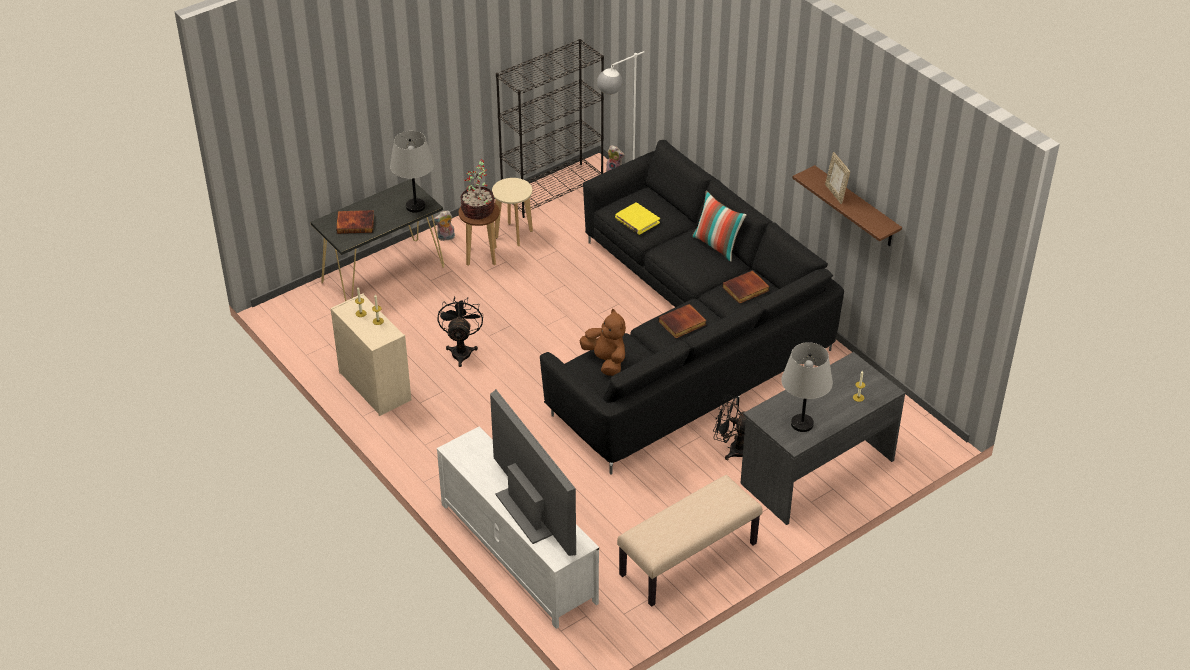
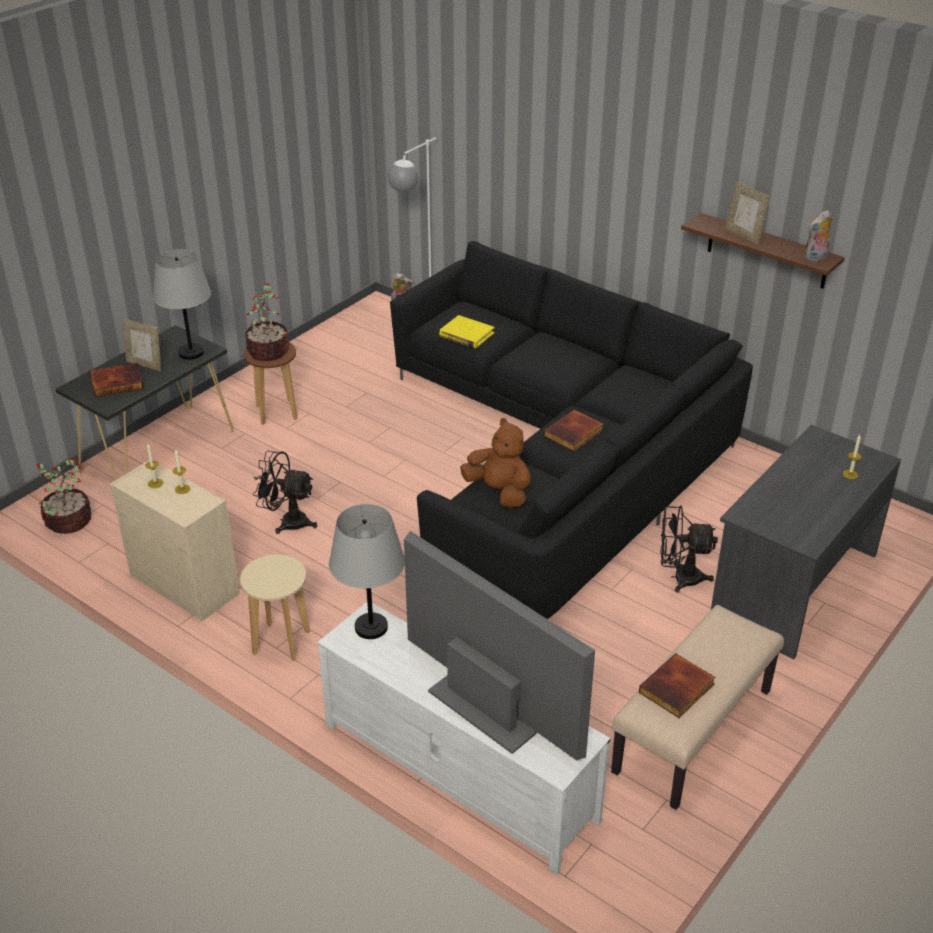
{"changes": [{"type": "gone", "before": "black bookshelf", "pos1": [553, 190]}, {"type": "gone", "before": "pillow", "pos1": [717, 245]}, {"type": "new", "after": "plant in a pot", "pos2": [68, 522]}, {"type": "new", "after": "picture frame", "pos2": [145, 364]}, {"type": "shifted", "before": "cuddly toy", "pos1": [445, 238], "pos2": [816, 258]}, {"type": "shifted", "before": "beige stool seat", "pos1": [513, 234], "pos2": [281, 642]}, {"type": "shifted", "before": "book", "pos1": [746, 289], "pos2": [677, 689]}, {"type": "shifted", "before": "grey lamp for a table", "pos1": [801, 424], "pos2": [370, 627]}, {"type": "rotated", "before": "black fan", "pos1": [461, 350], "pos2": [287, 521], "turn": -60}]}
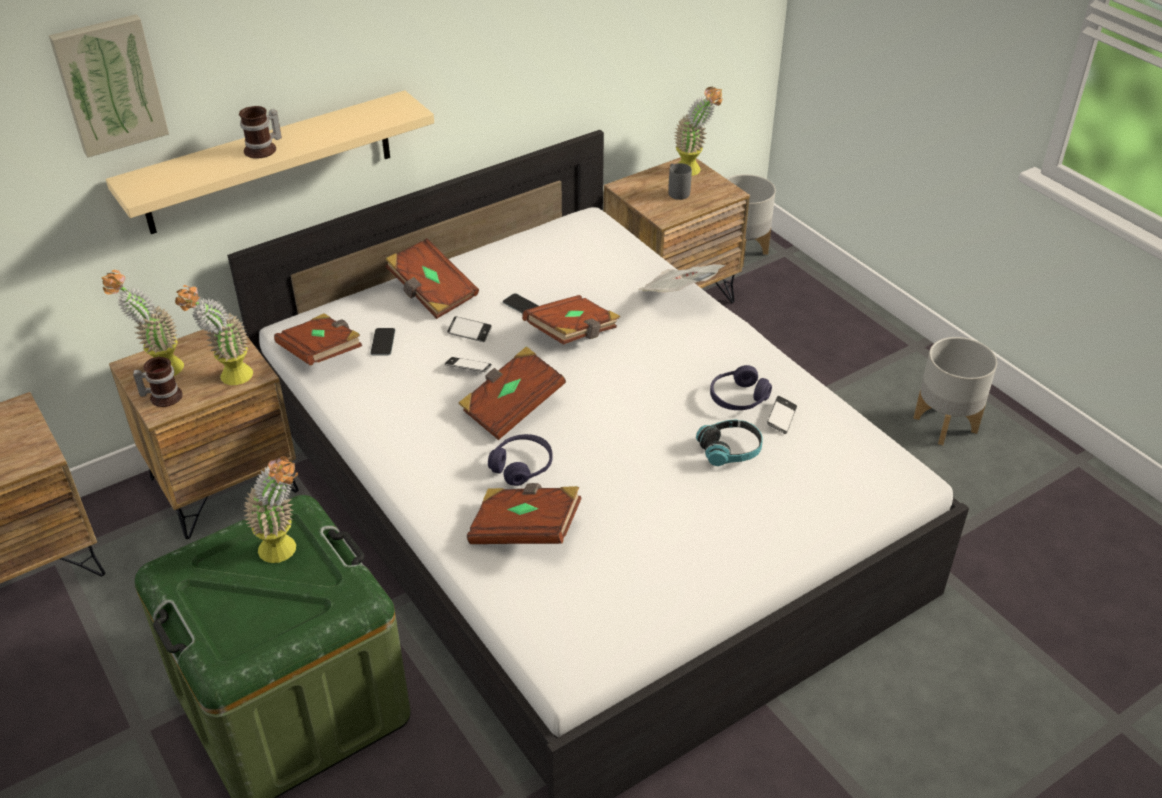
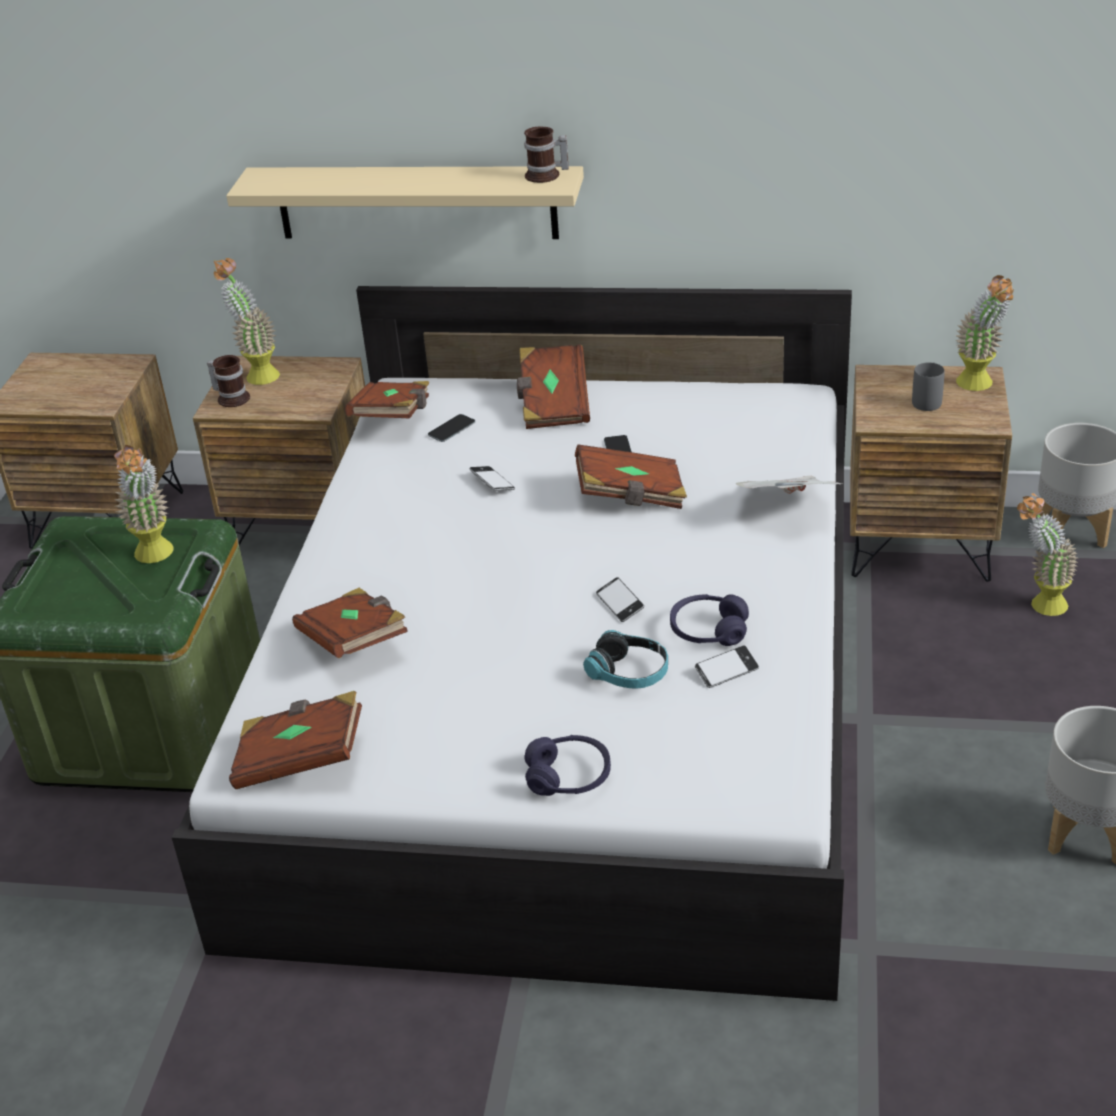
{"changes": [{"type": "gone", "before": "wall picture", "pos1": [109, 84]}, {"type": "shifted", "before": "plant in a pot", "pos1": [228, 378], "pos2": [1039, 605]}, {"type": "shifted", "before": "mug", "pos1": [264, 149], "pos2": [546, 176]}, {"type": "shifted", "before": "phone", "pos1": [469, 332], "pos2": [620, 604]}, {"type": "shifted", "before": "brownish book", "pos1": [512, 407], "pos2": [300, 759]}, {"type": "shifted", "before": "purple-coloured pair of headphones", "pos1": [522, 466], "pos2": [568, 777]}]}
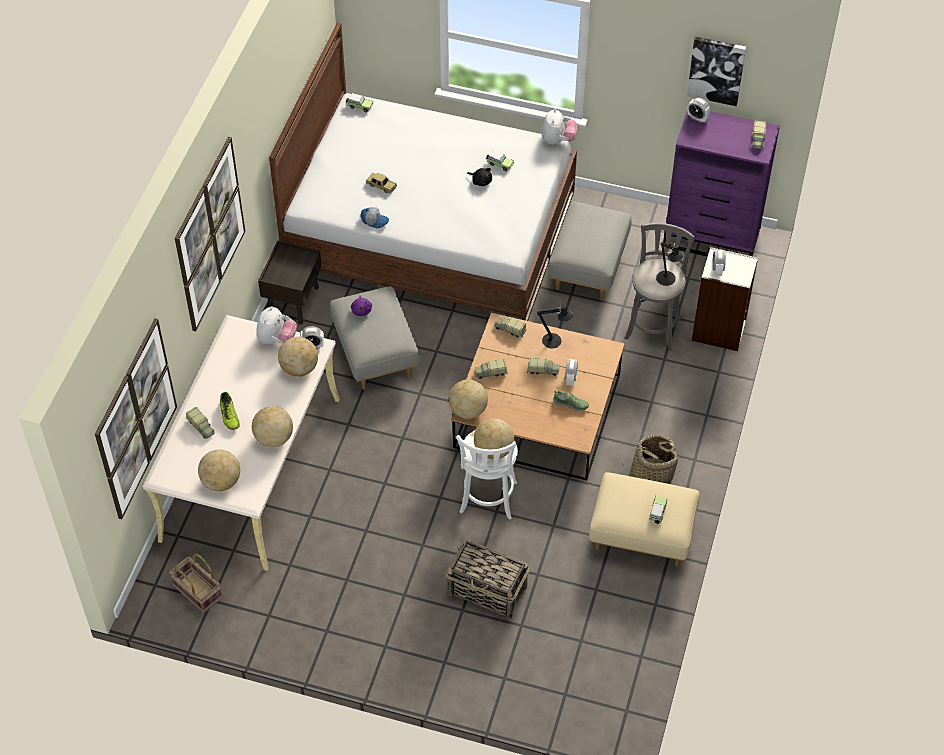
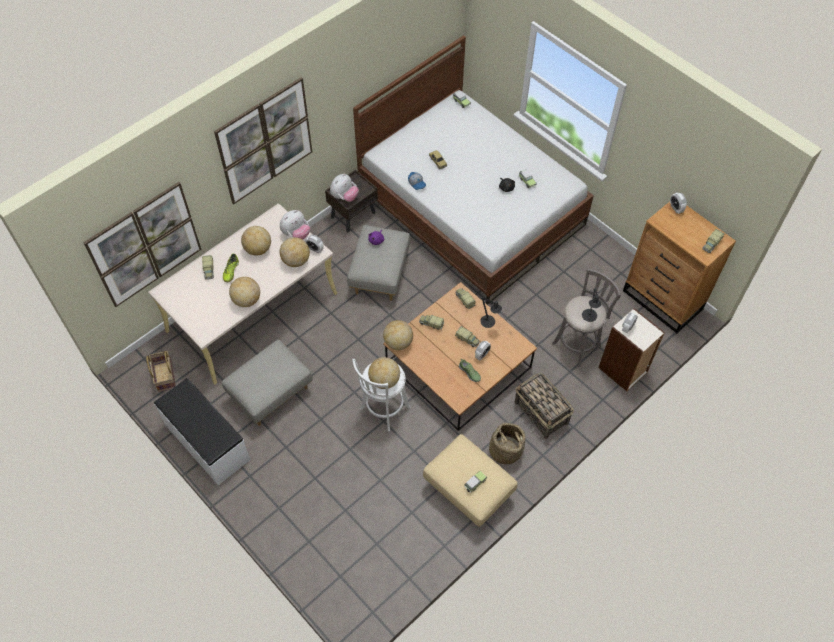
{"changes": [{"type": "gone", "before": "wall picture", "pos1": [716, 70]}, {"type": "new", "after": "whitish long seat", "pos2": [206, 442]}, {"type": "shifted", "before": "globe", "pos1": [221, 482], "pos2": [258, 249]}, {"type": "shifted", "before": "basket", "pos1": [488, 591], "pos2": [541, 413]}, {"type": "shifted", "before": "cuddly toy", "pos1": [557, 140], "pos2": [344, 197]}, {"type": "shifted", "before": "grey ottoman", "pos1": [587, 267], "pos2": [271, 393]}, {"type": "repainted", "before": "purple-coloured dresser", "after": "brownish dresser", "pos1": [712, 237], "pos2": [663, 300]}]}
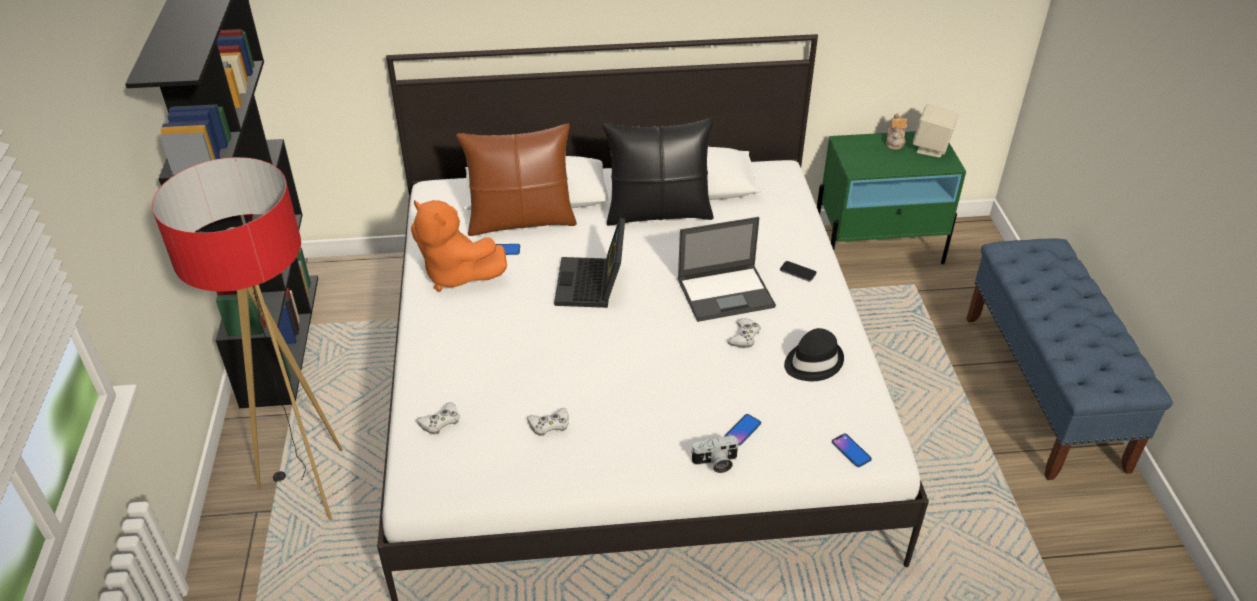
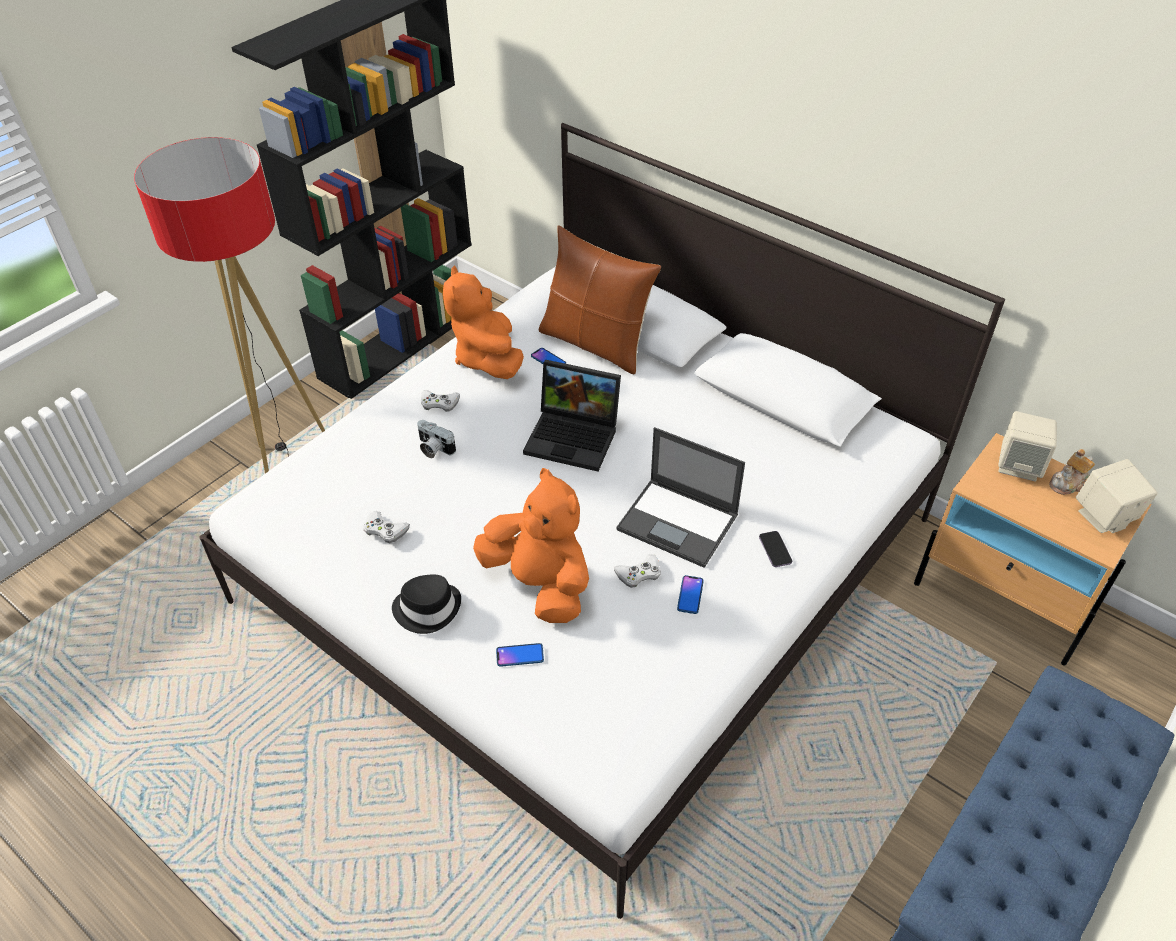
{"changes": [{"type": "gone", "before": "black pillow", "pos1": [658, 213]}, {"type": "new", "after": "orange-coloured cuddly toy", "pos2": [540, 584]}, {"type": "new", "after": "beige loudspeaker", "pos2": [1019, 466]}, {"type": "shifted", "before": "whitish joypad", "pos1": [440, 421], "pos2": [439, 403]}, {"type": "shifted", "before": "photo camera", "pos1": [715, 463], "pos2": [433, 448]}, {"type": "shifted", "before": "black hat", "pos1": [812, 362], "pos2": [427, 608]}, {"type": "shifted", "before": "phone", "pos1": [851, 451], "pos2": [690, 595]}, {"type": "repainted", "before": "green-coloured nightstand", "after": "beige nightstand", "pos1": [878, 248], "pos2": [1004, 598]}, {"type": "rotated", "before": "portable computer", "pos1": [592, 285], "pos2": [575, 436], "turn": -120}]}
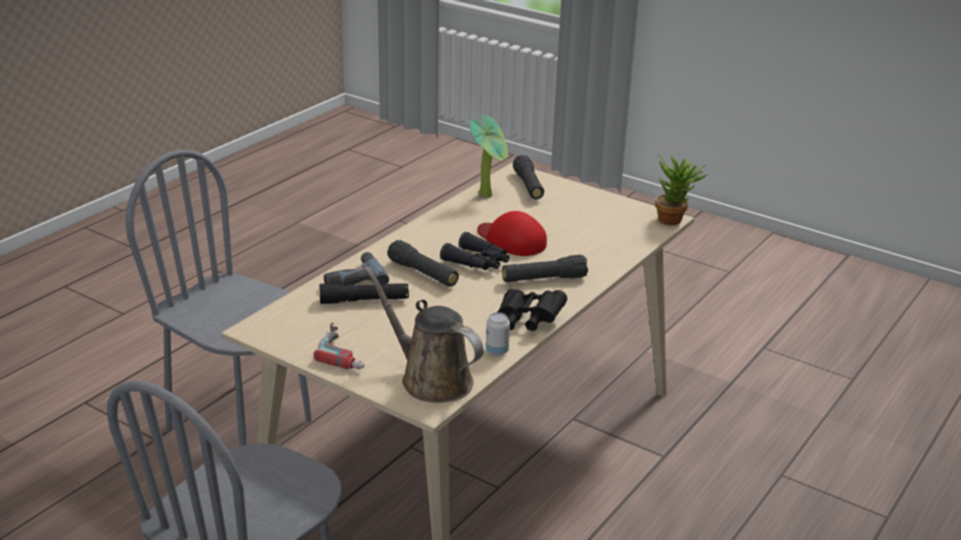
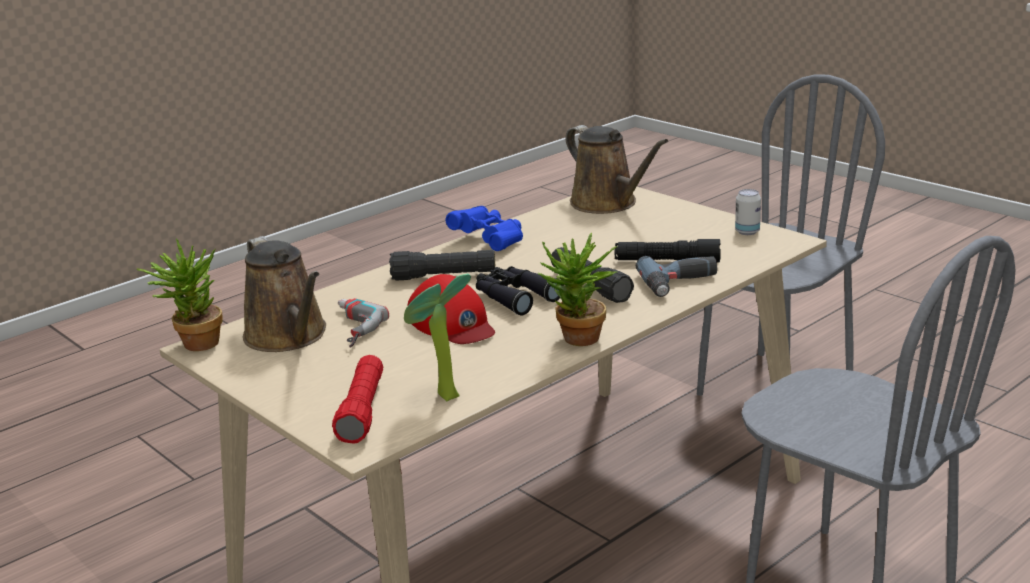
{"changes": [{"type": "new", "after": "brownish watering can", "pos2": [289, 336]}, {"type": "new", "after": "plant in a pot", "pos2": [578, 341]}, {"type": "shifted", "before": "power drill", "pos1": [346, 351], "pos2": [347, 329]}, {"type": "shifted", "before": "can", "pos1": [497, 351], "pos2": [747, 232]}, {"type": "repainted", "before": "black binoculars", "after": "blue-coloured binoculars", "pos1": [527, 321], "pos2": [490, 240]}, {"type": "repainted", "before": "black hand torch", "after": "red hand torch", "pos1": [528, 186], "pos2": [362, 411]}]}
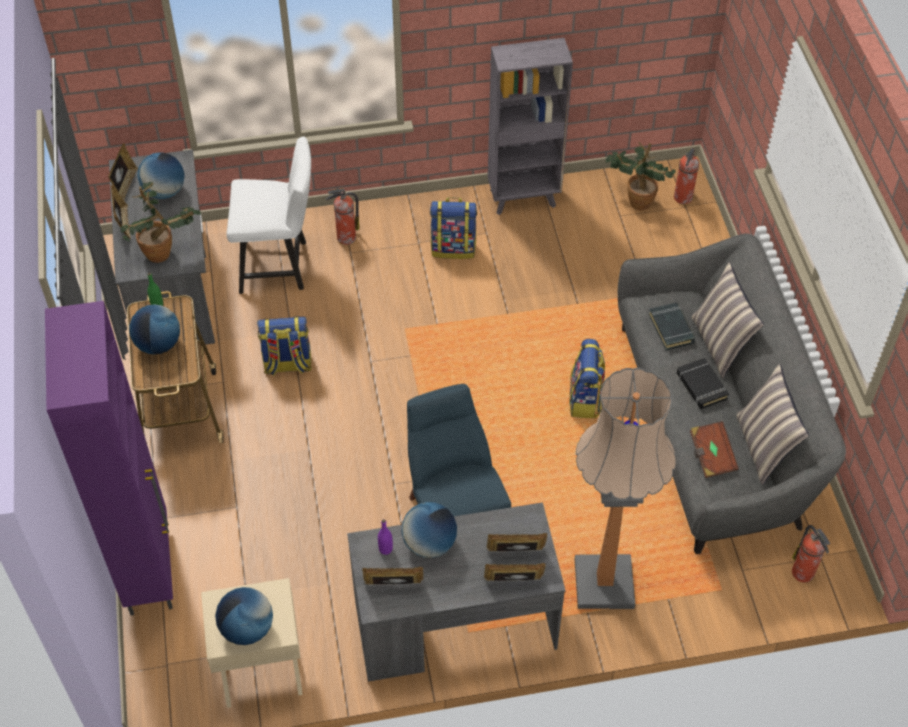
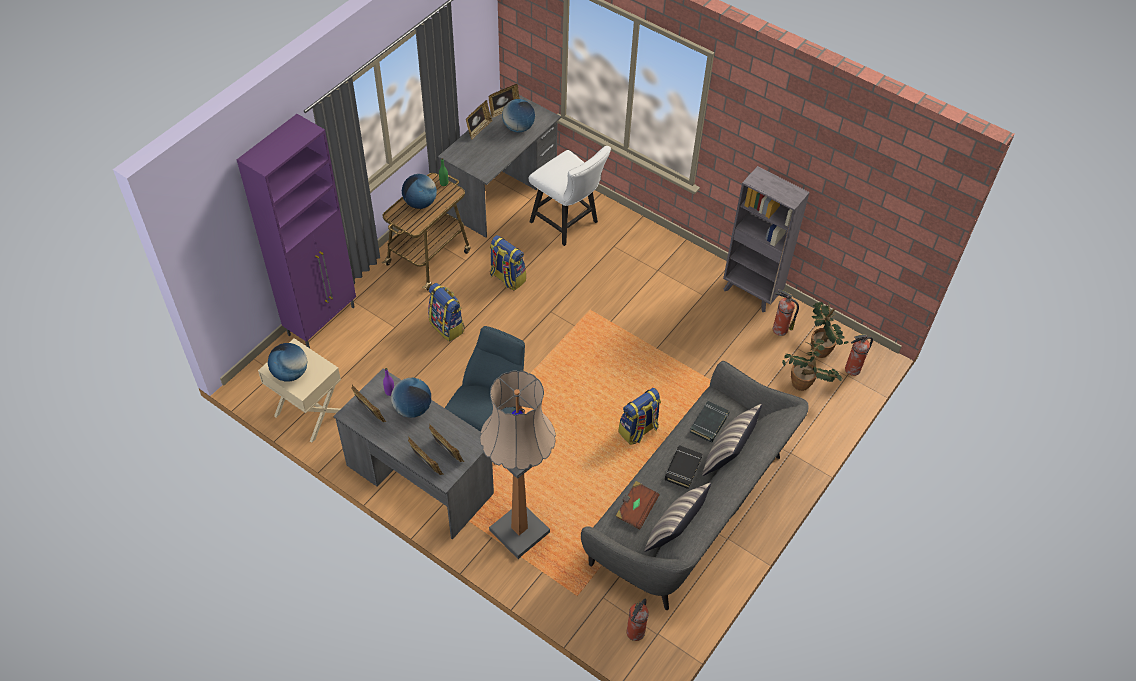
{"changes": [{"type": "shifted", "before": "plant in a pot", "pos1": [164, 253], "pos2": [804, 386]}, {"type": "shifted", "before": "fire extinguisher", "pos1": [345, 238], "pos2": [779, 329]}, {"type": "shifted", "before": "knapsack", "pos1": [454, 248], "pos2": [447, 326]}]}
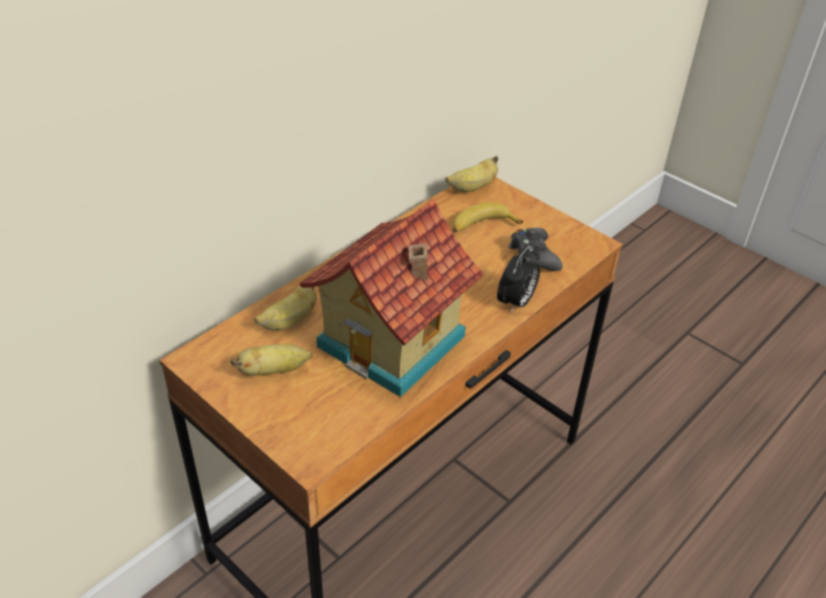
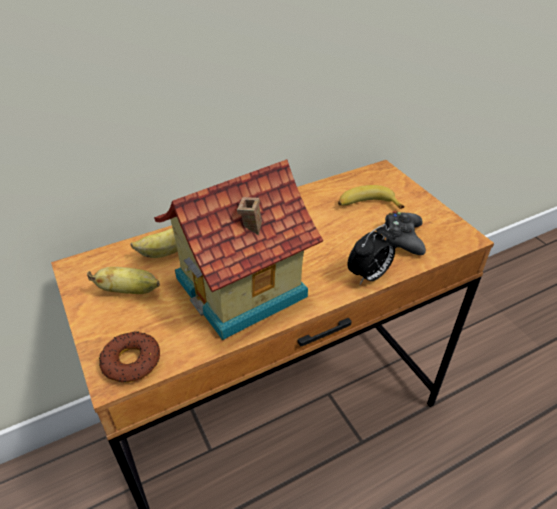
{"changes": [{"type": "gone", "before": "banana fruit", "pos1": [472, 188]}, {"type": "new", "after": "doughnut", "pos2": [131, 361]}]}
